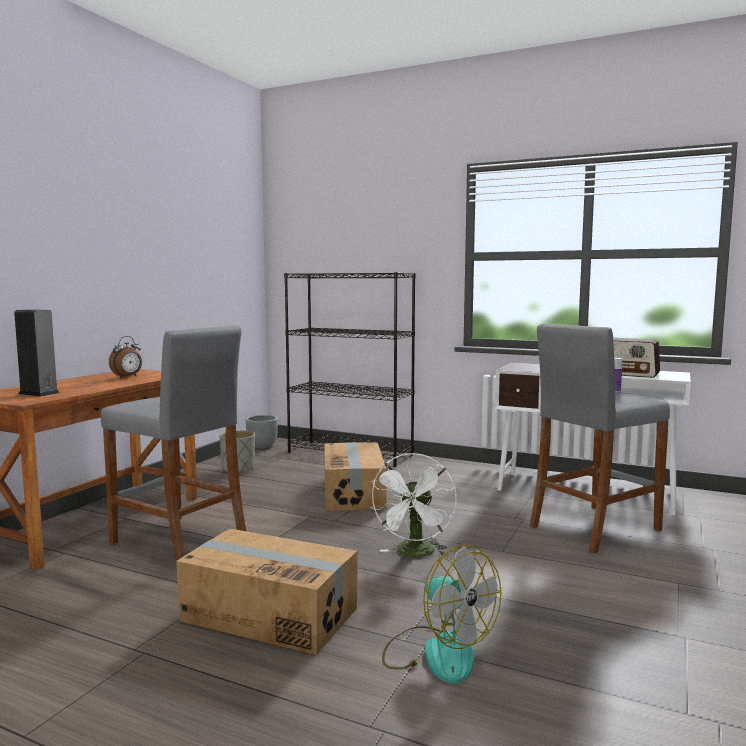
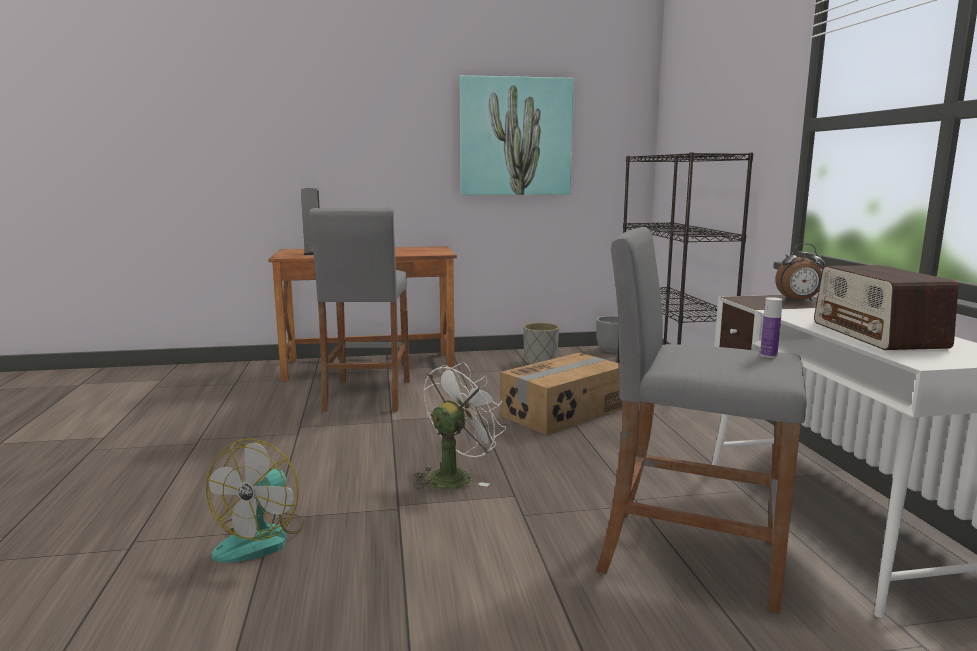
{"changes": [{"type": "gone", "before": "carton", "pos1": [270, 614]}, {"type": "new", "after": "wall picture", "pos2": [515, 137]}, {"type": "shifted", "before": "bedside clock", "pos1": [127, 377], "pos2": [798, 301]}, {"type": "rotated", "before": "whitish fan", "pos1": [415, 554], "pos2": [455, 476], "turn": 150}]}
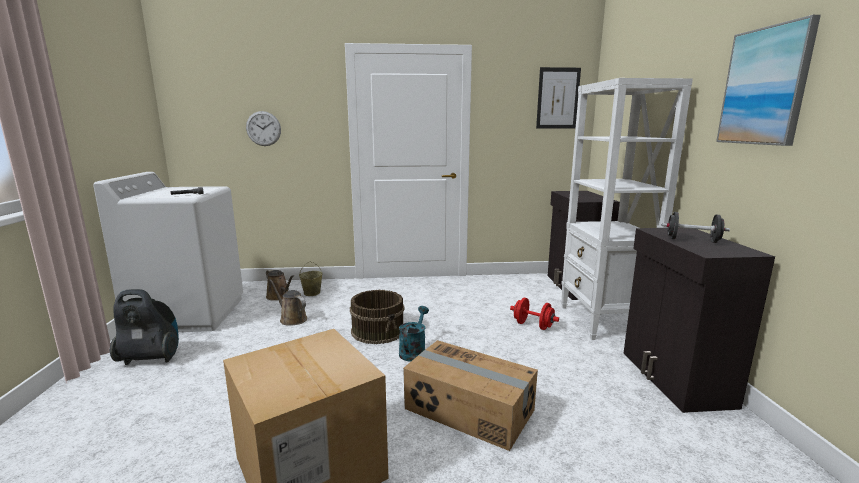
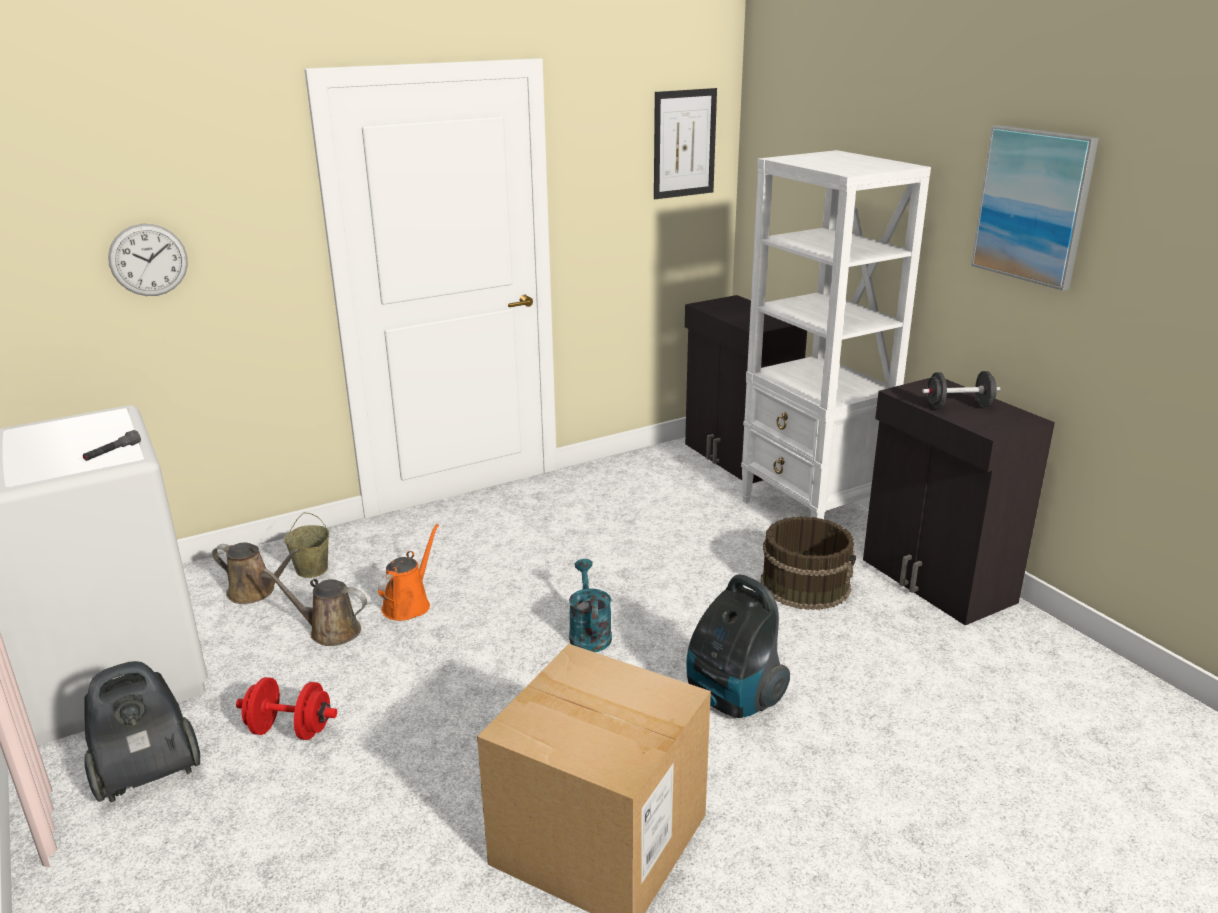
{"changes": [{"type": "new", "after": "orange-coloured watering can", "pos2": [409, 604]}, {"type": "shifted", "before": "brownish bucket", "pos1": [378, 330], "pos2": [805, 584]}, {"type": "shifted", "before": "red hand weight", "pos1": [533, 325], "pos2": [290, 730]}, {"type": "swapped", "before": "carton", "after": "vacuum cleaner", "pos1": [469, 410], "pos2": [732, 698]}]}
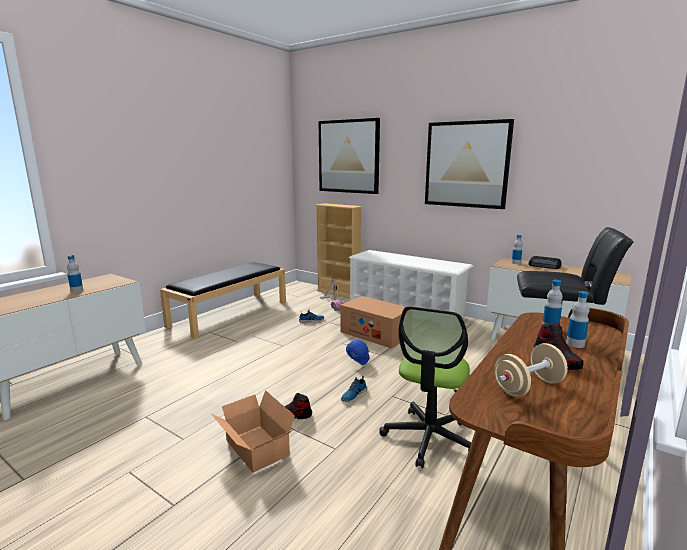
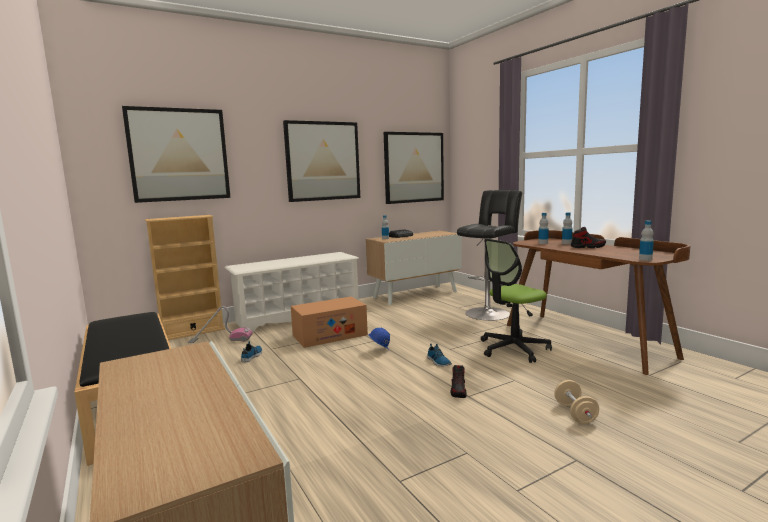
{"changes": [{"type": "gone", "before": "carton", "pos1": [255, 449]}, {"type": "new", "after": "wall picture", "pos2": [414, 167]}, {"type": "shifted", "before": "beverage bottle", "pos1": [77, 290], "pos2": [645, 259]}, {"type": "shifted", "before": "beige hand weight", "pos1": [528, 387], "pos2": [575, 413]}, {"type": "rotated", "before": "desk chair", "pos1": [429, 438], "pos2": [513, 349], "turn": 105}]}
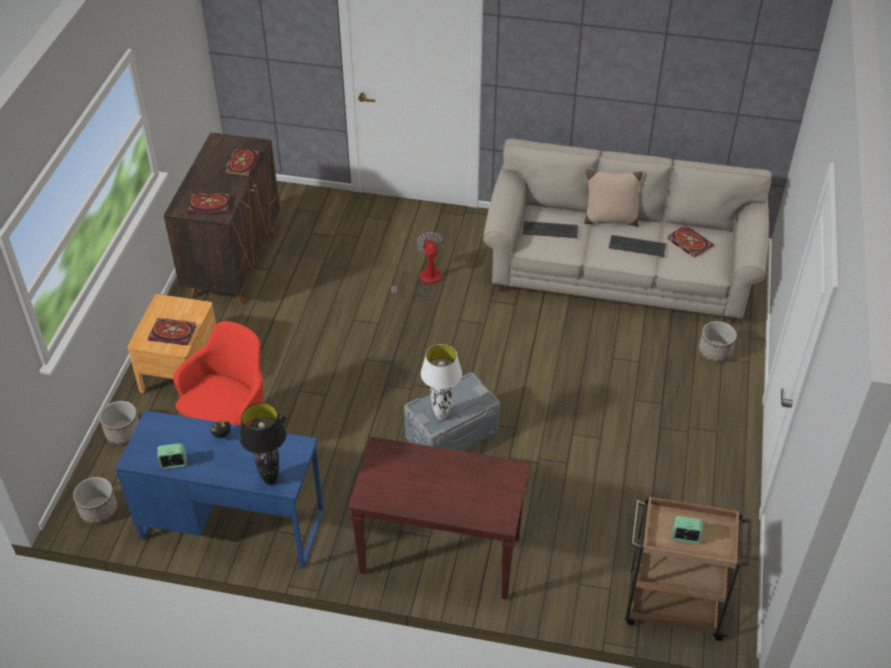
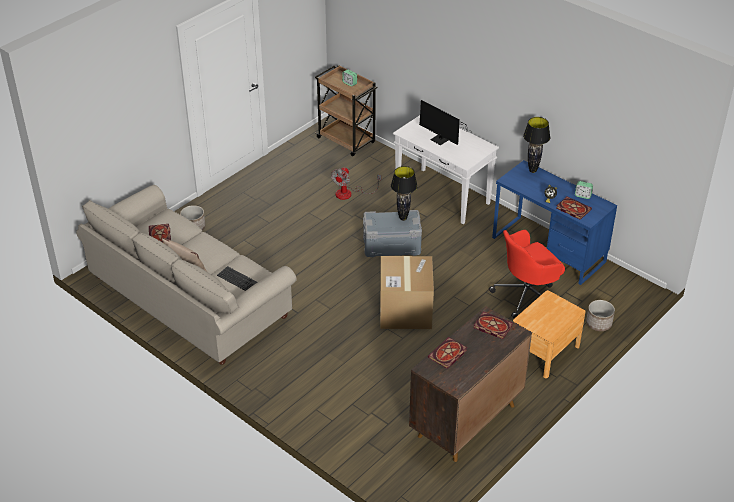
{"changes": [{"type": "gone", "before": "plant pot", "pos1": [99, 510]}, {"type": "gone", "before": "keyboard", "pos1": [637, 246]}, {"type": "new", "after": "carton", "pos2": [405, 311]}, {"type": "new", "after": "computer screen", "pos2": [441, 141]}, {"type": "shifted", "before": "book", "pos1": [174, 333], "pos2": [572, 209]}, {"type": "shifted", "before": "fan", "pos1": [424, 280], "pos2": [349, 193]}, {"type": "repainted", "before": "brownish narrow table", "after": "whitish narrow table", "pos1": [438, 556], "pos2": [443, 196]}, {"type": "repainted", "before": "whitish lamp for a table", "after": "black lamp for a table", "pos1": [441, 415], "pos2": [403, 218]}]}
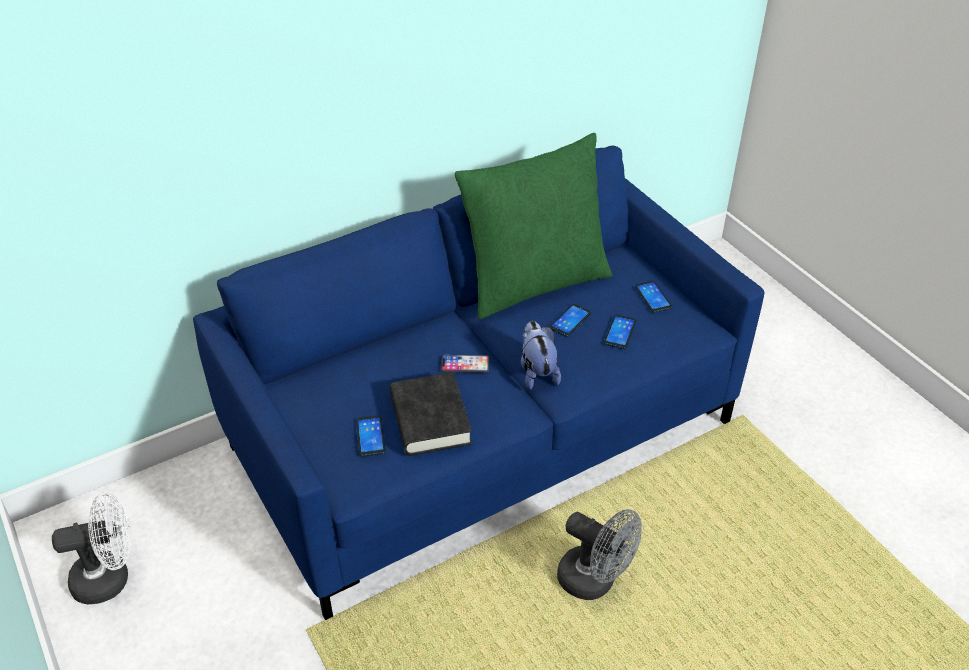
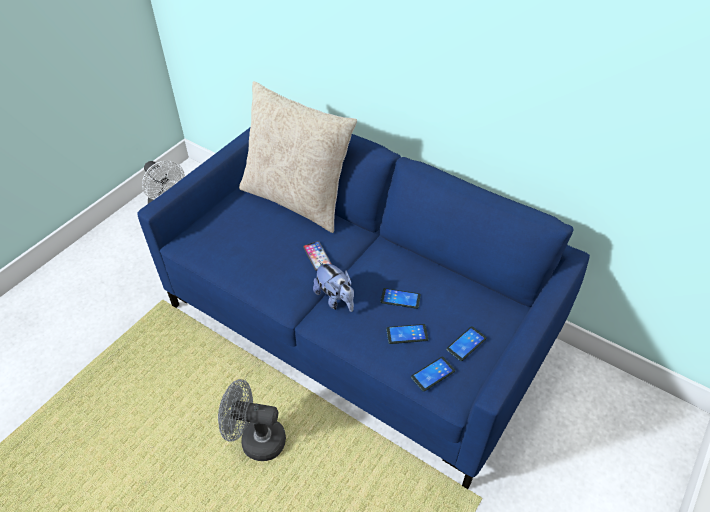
{"changes": [{"type": "gone", "before": "black book", "pos1": [430, 420]}, {"type": "gone", "before": "green-coloured pillow", "pos1": [534, 282]}, {"type": "new", "after": "beige pillow", "pos2": [297, 199]}, {"type": "shifted", "before": "phone", "pos1": [370, 436], "pos2": [433, 374]}, {"type": "rotated", "before": "cuddly toy", "pos1": [537, 372], "pos2": [335, 299], "turn": 90}, {"type": "rotated", "before": "grey fan", "pos1": [595, 581], "pos2": [256, 440], "turn": 90}]}
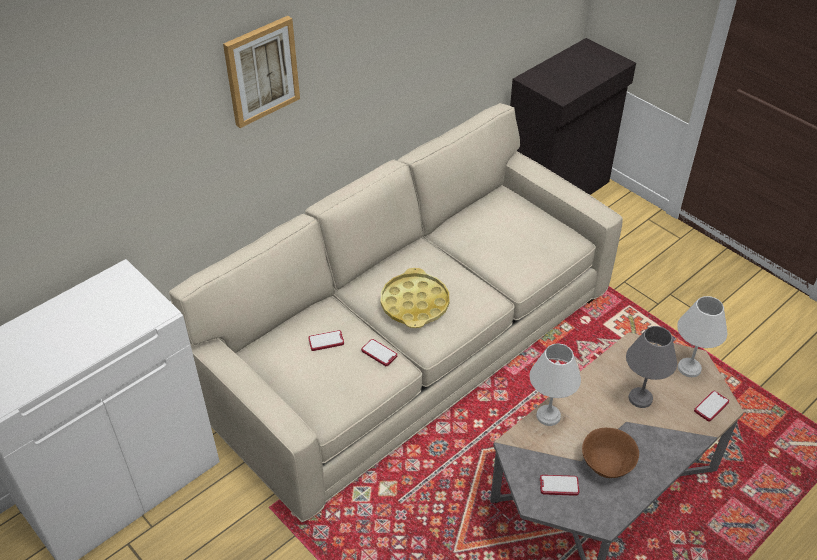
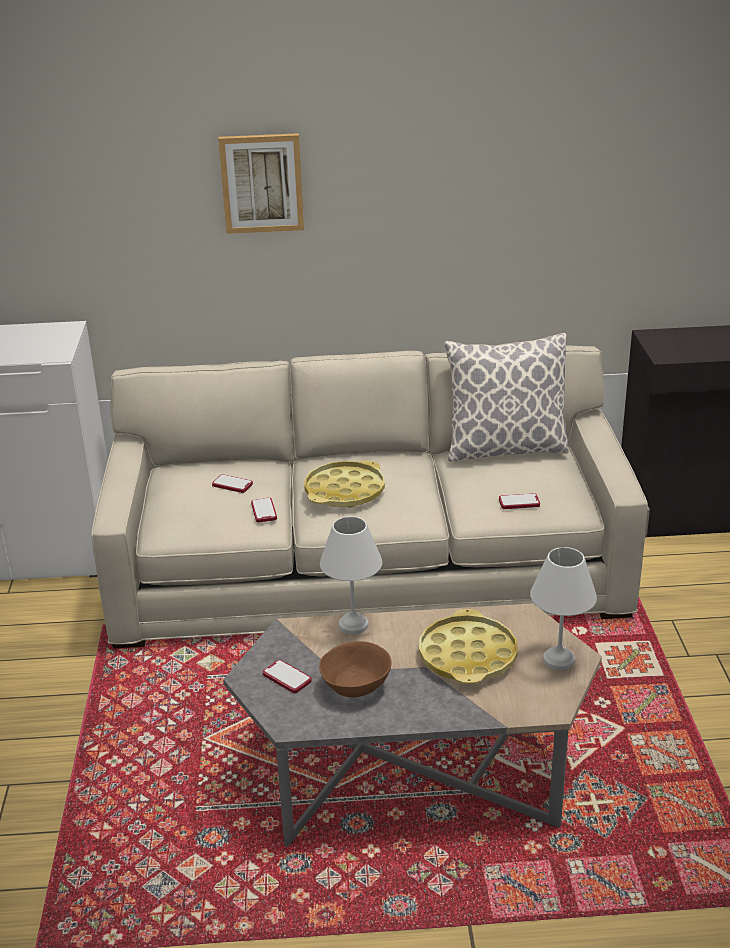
{"changes": [{"type": "new", "after": "pillow", "pos2": [505, 449]}, {"type": "shifted", "before": "phone", "pos1": [711, 406], "pos2": [519, 502]}, {"type": "swapped", "before": "grey lamp for a table", "after": "yellow-coloured carrying tray", "pos1": [640, 397], "pos2": [468, 656]}]}
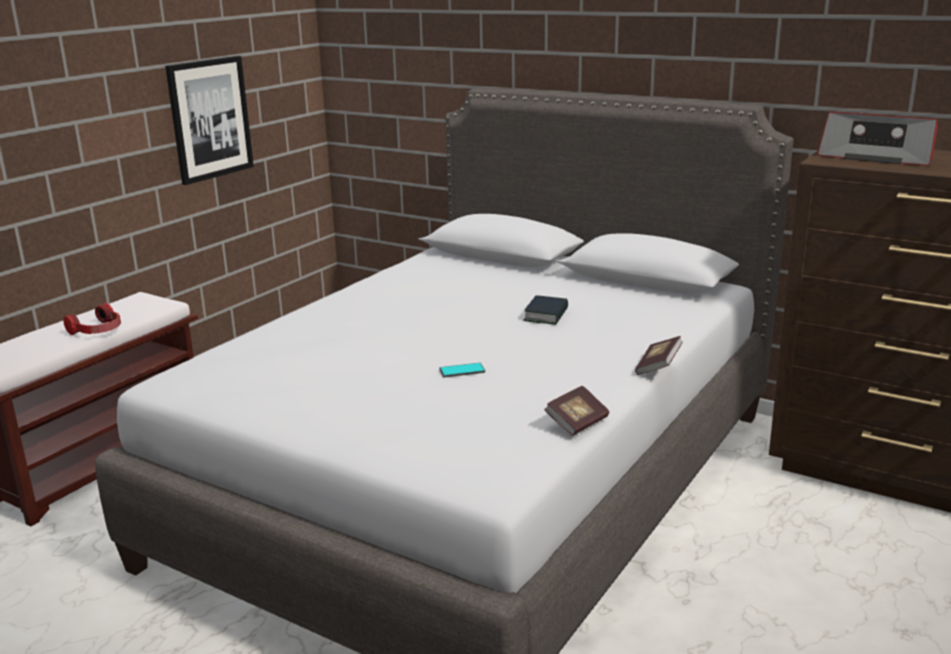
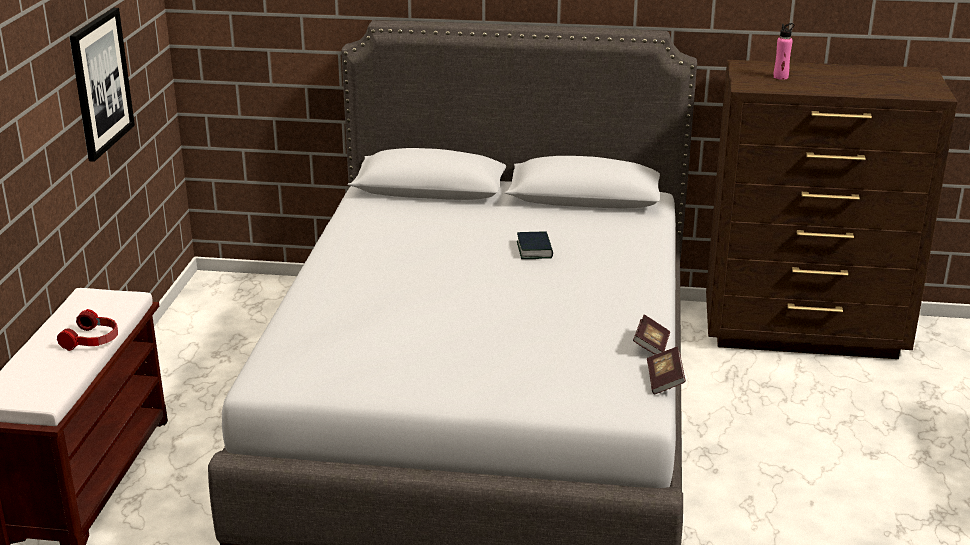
{"changes": [{"type": "gone", "before": "phone", "pos1": [462, 371]}, {"type": "shifted", "before": "book", "pos1": [658, 367], "pos2": [665, 380]}, {"type": "swapped", "before": "radio set", "after": "pink-coloured beverage bottle", "pos1": [877, 157], "pos2": [780, 77]}]}
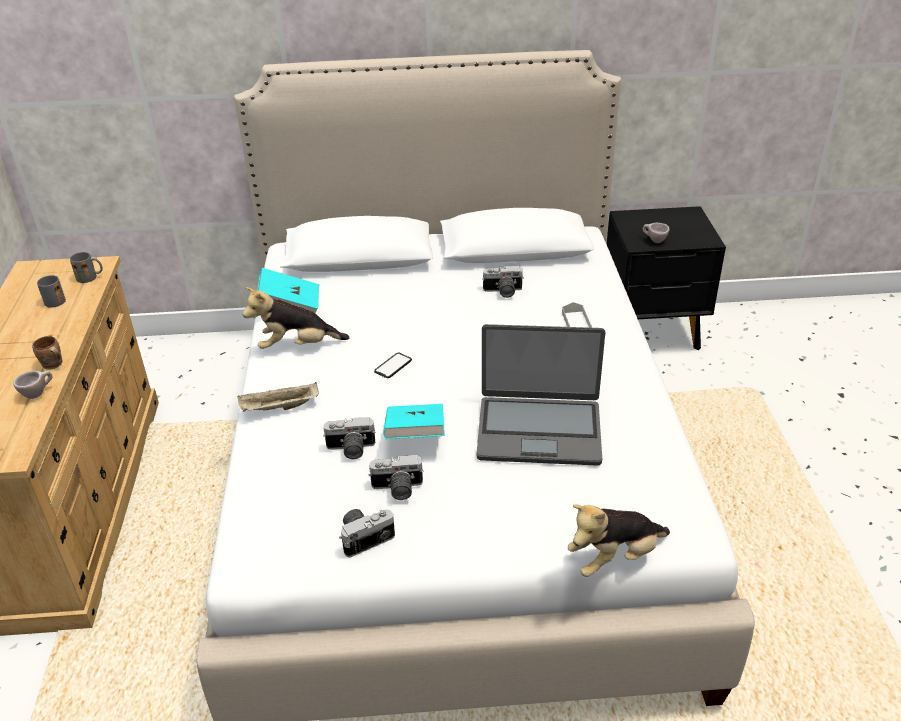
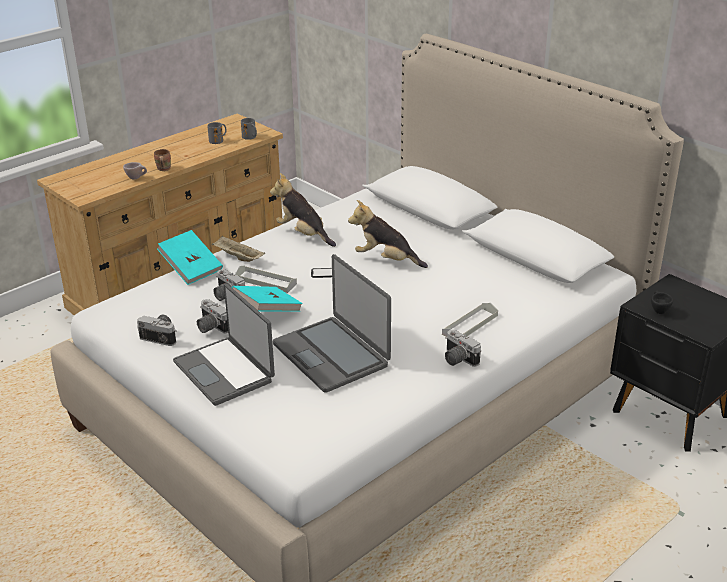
{"changes": [{"type": "new", "after": "portable computer", "pos2": [225, 371]}, {"type": "new", "after": "grey carrying tray", "pos2": [265, 281]}, {"type": "shifted", "before": "blue-green book", "pos1": [290, 305], "pos2": [191, 269]}, {"type": "shifted", "before": "photo camera", "pos1": [503, 292], "pos2": [457, 359]}, {"type": "shifted", "before": "cuddly toy", "pos1": [614, 558], "pos2": [386, 260]}, {"type": "repainted", "before": "beige drinking cup", "after": "black drinking cup", "pos1": [654, 241], "pos2": [658, 310]}]}
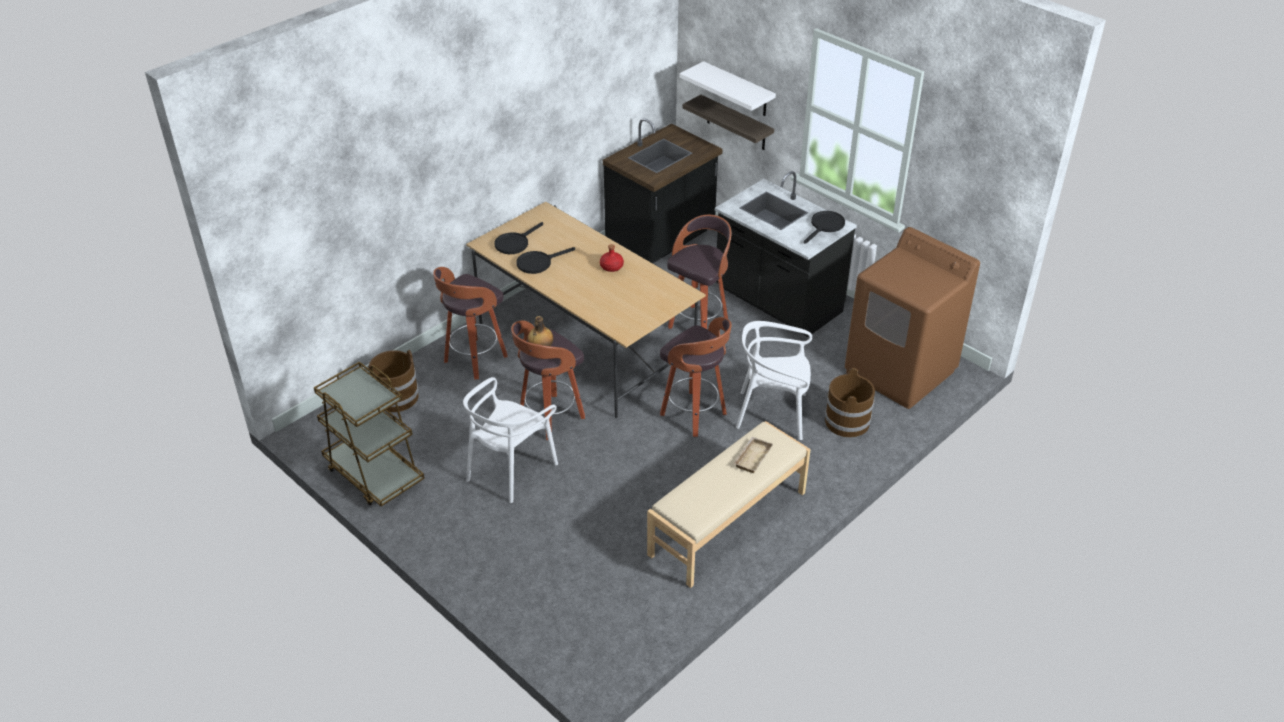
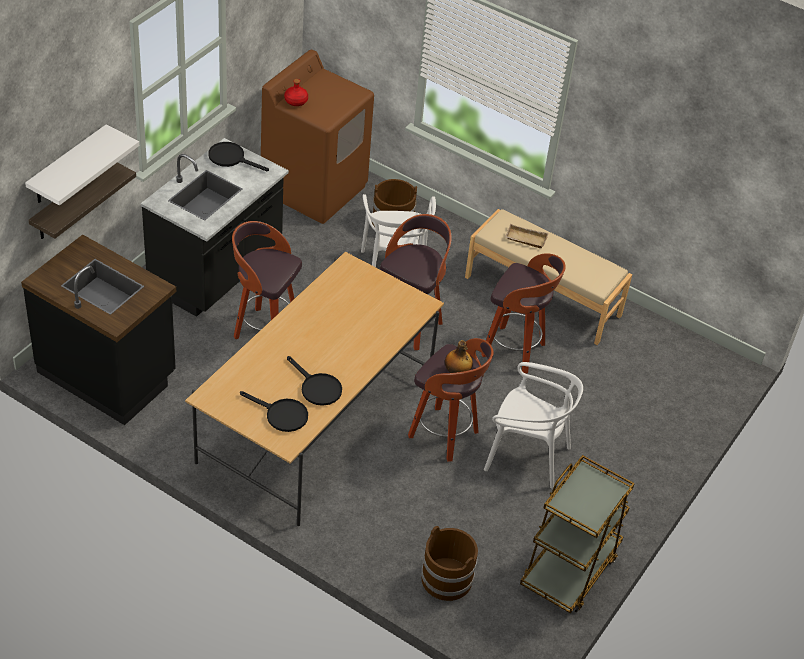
{"changes": [{"type": "shifted", "before": "stool seat", "pos1": [474, 360], "pos2": [515, 351]}, {"type": "shifted", "before": "red beverage bottle", "pos1": [611, 267], "pos2": [296, 101]}]}
